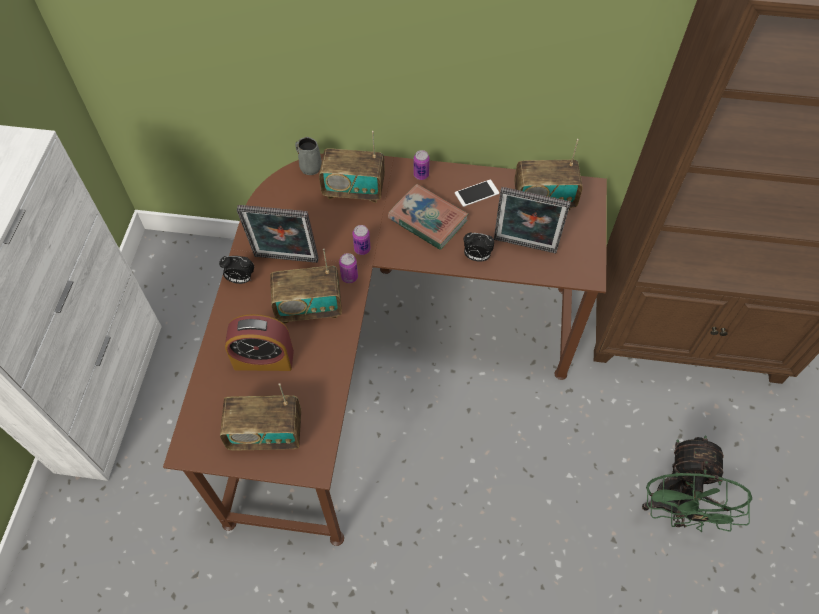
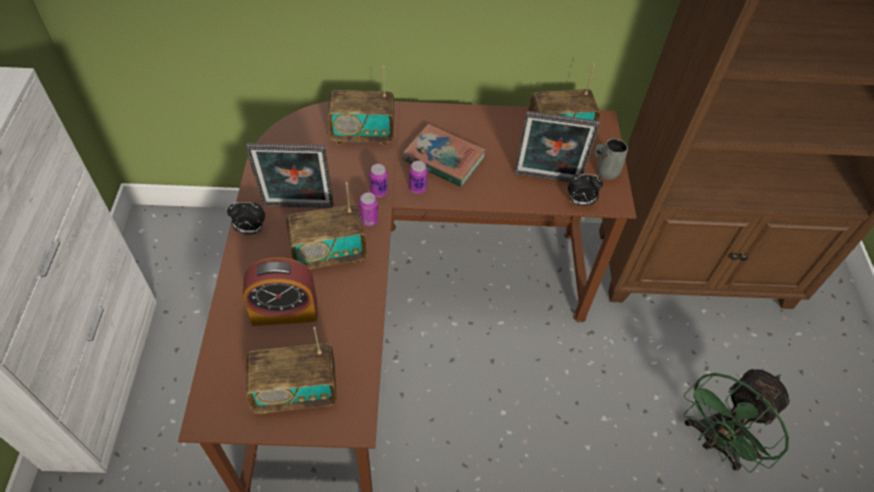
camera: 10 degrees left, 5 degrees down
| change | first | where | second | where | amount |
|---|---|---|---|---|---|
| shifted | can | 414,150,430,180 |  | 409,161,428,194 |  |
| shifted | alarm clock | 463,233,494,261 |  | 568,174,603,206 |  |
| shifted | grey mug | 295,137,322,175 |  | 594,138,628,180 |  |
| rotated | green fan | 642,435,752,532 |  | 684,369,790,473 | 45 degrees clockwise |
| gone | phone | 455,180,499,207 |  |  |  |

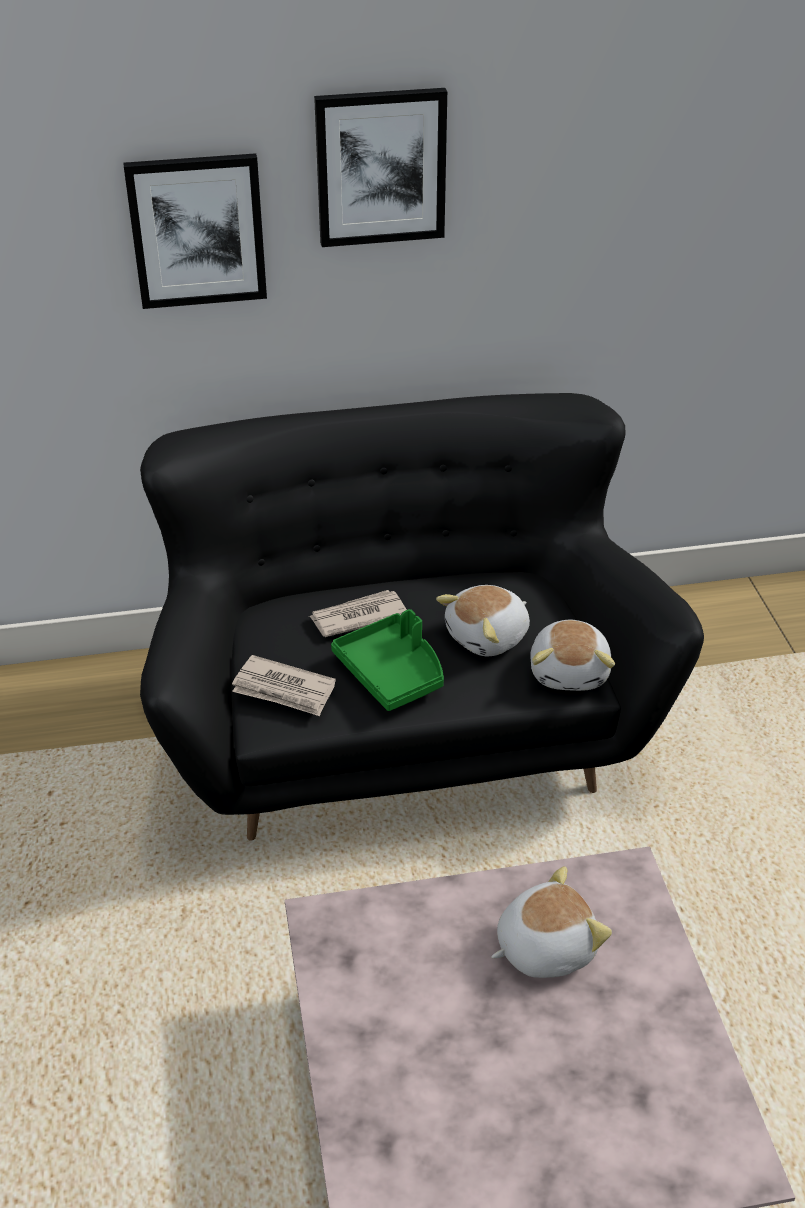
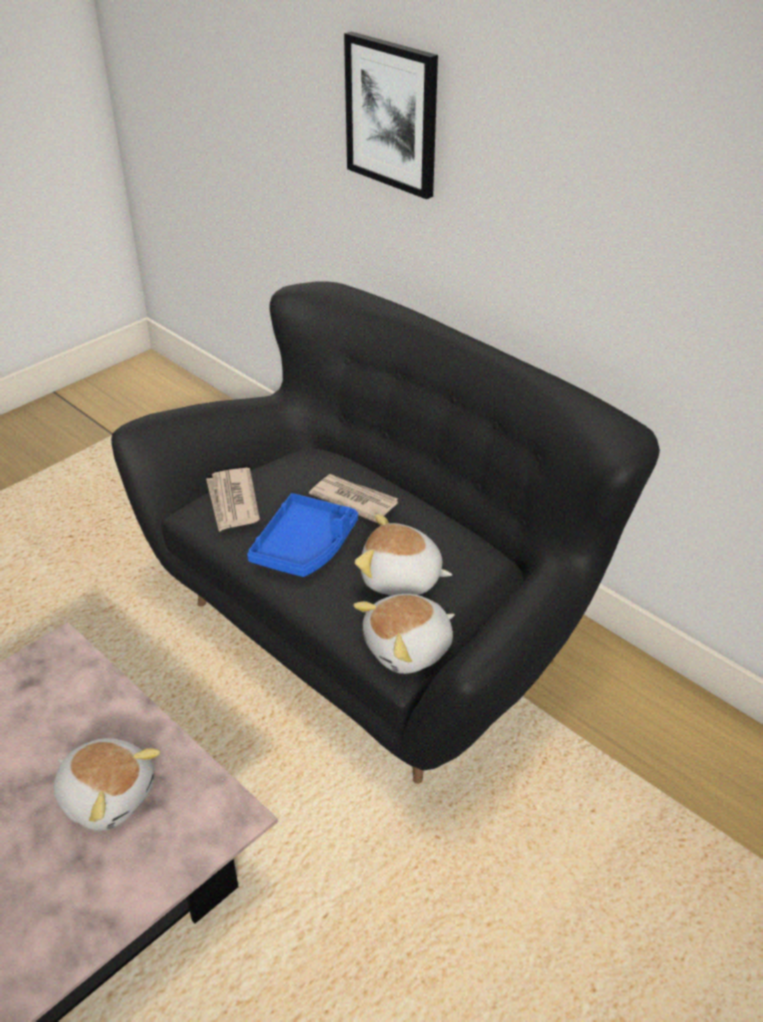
camera: 55 degrees right, 0 degrees up
| change | first | where | second | where | amount |
|---|---|---|---|---|---|
| repainted | green tray | 331,609,444,711 | blue tray | 247,493,358,577 |  |
| gone | picture | 314,88,447,247 |  |  |  |

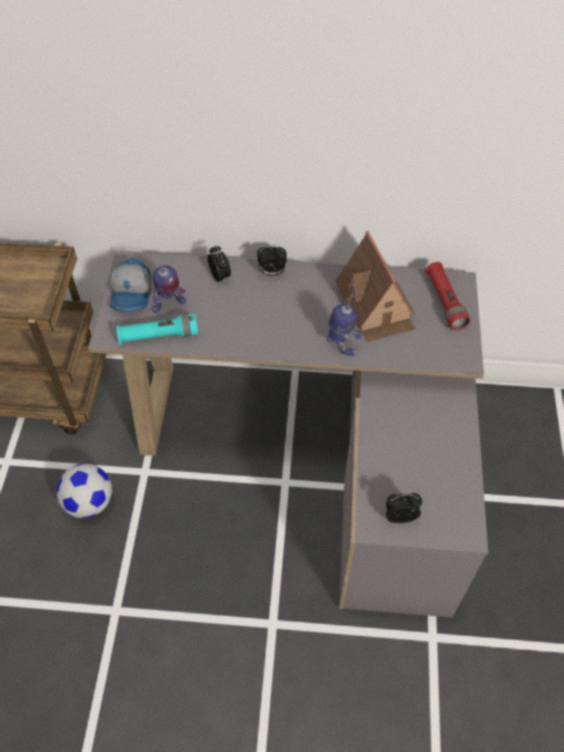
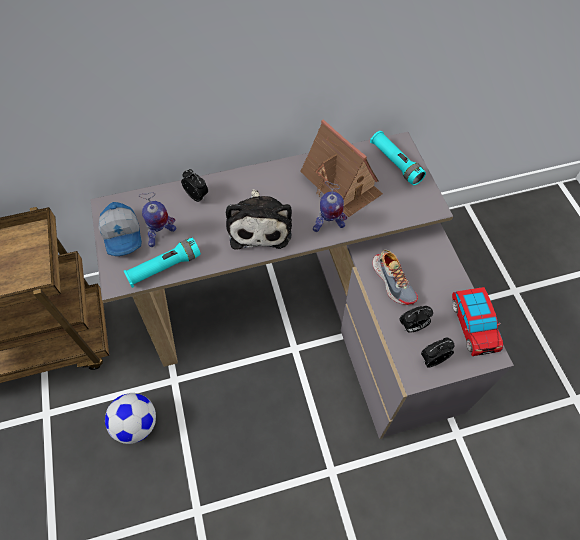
camera: 20 degrees left, 5 degrees up
| change | first | where | second | where | amount |
|---|---|---|---|---|---|
| new |  |  | plush toy | 226,189,292,250 |  |
| rotated | toy robot | 327,283,362,356 |  | 313,181,347,232 | 135 degrees clockwise |
| repainted | red flashlight | 425,262,470,330 | turquoise flashlight | 370,131,426,185 |  |
| new |  |  | shoe | 372,250,418,305 |  |
| shifted | alarm clock | 257,245,287,276 |  | 399,306,433,333 |  |
| new |  |  | toy car | 452,287,503,356 |  |

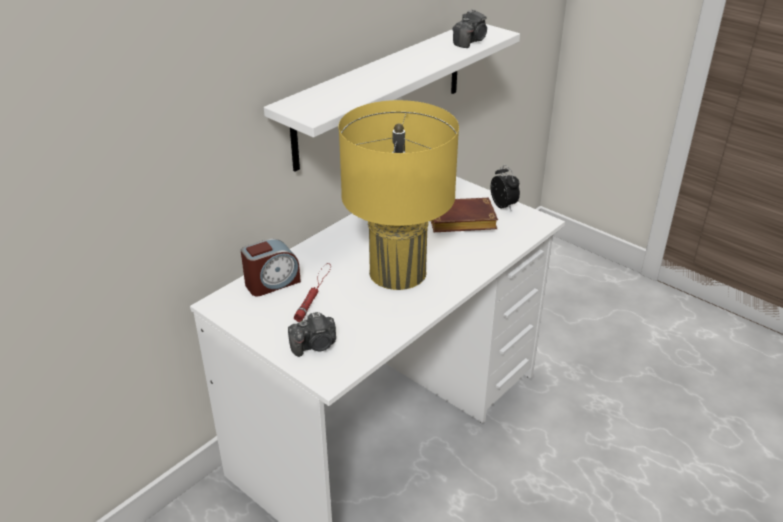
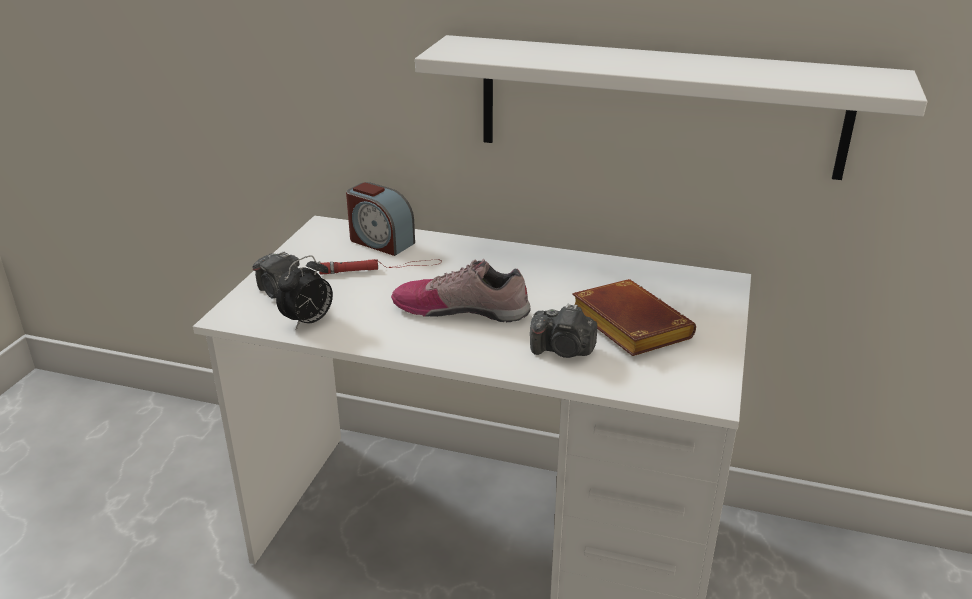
camera: 65 degrees right, 5 degrees down
| change | first | where | second | where | amount |
|---|---|---|---|---|---|
| shifted | alarm clock | 491,165,520,210 |  | 276,255,333,330 |  |
| swapped | yellow table lamp | 339,100,459,290 | shoe | 391,259,530,322 |  |
| shifted | photo camera | 453,10,487,48 |  | 530,304,597,358 |  |

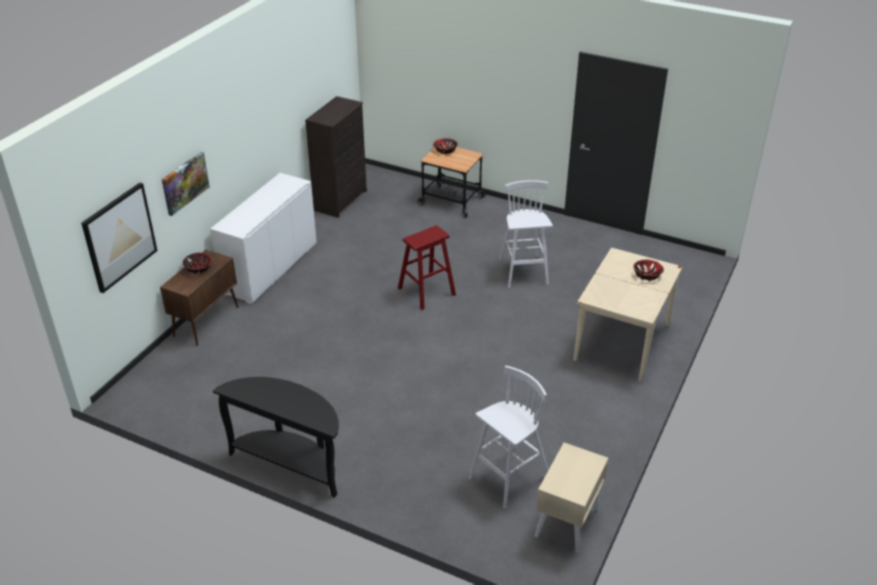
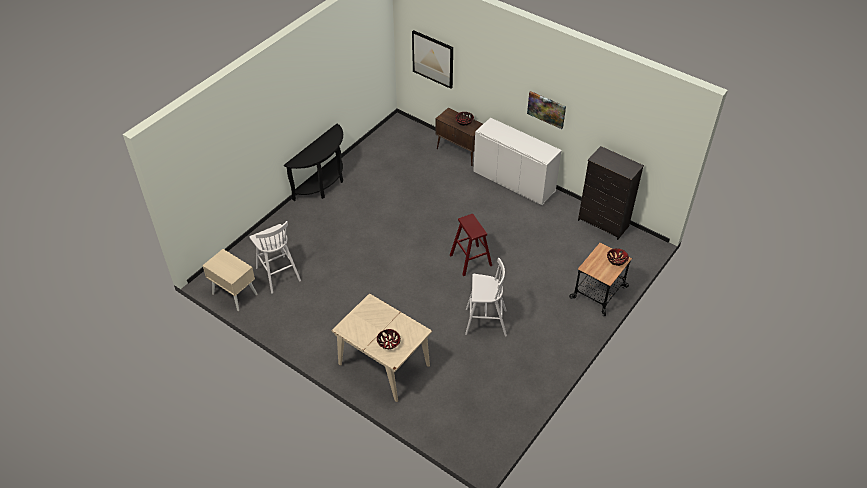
camera: 100 degrees right, 10 degrees up
| change | first | where | second | where | amount |
|---|---|---|---|---|---|
| shifted | picture | 162,152,210,216 |  | 527,91,566,129 |  |

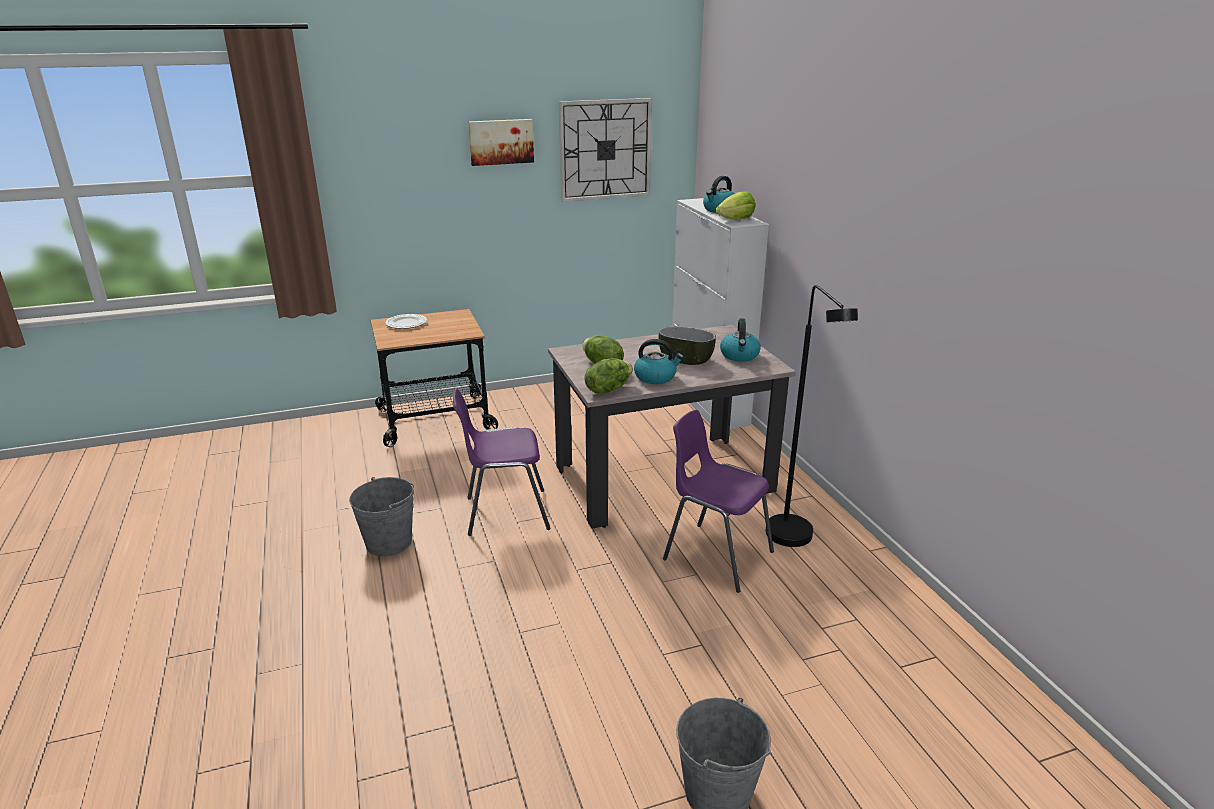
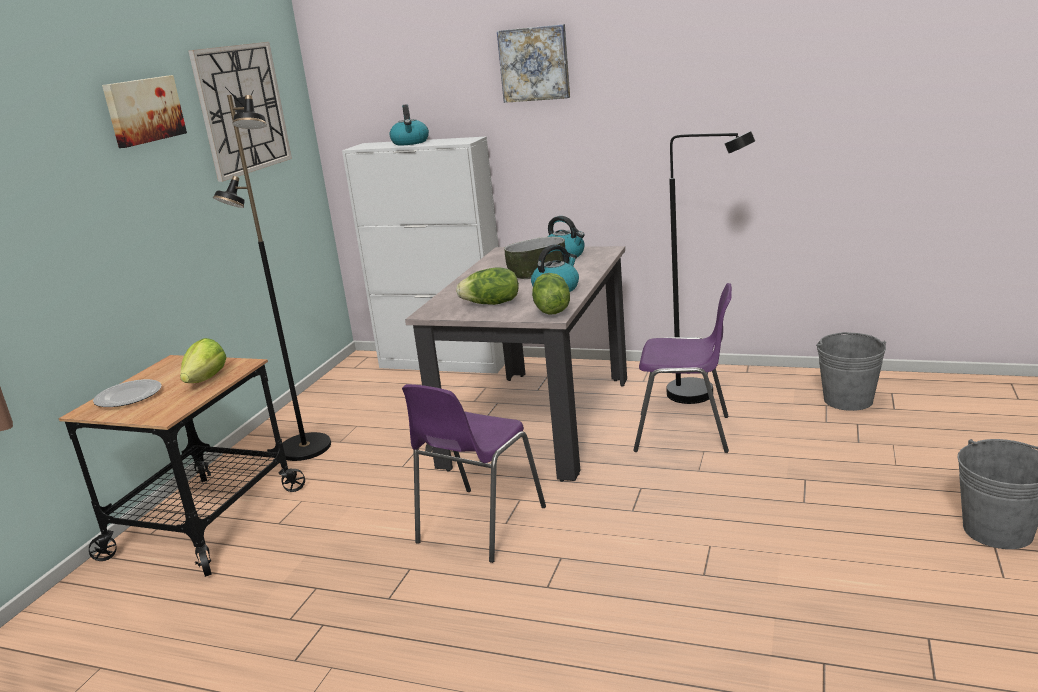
camera: 50 degrees left, 5 degrees down
| change | first | where | second | where | amount |
|---|---|---|---|---|---|
| shifted | lettuce | 716,191,755,219 |  | 180,338,226,383 |  |
| new |  |  | black floor lamp | 213,95,331,461 |  |
| new |  |  | picture | 497,24,570,103 |  |
| rotated | purple chair | 663,410,774,593 |  | 633,283,732,453 | 150 degrees counterclockwise |
| shifted | grey bucket | 349,477,414,556 |  | 816,332,886,411 |  |

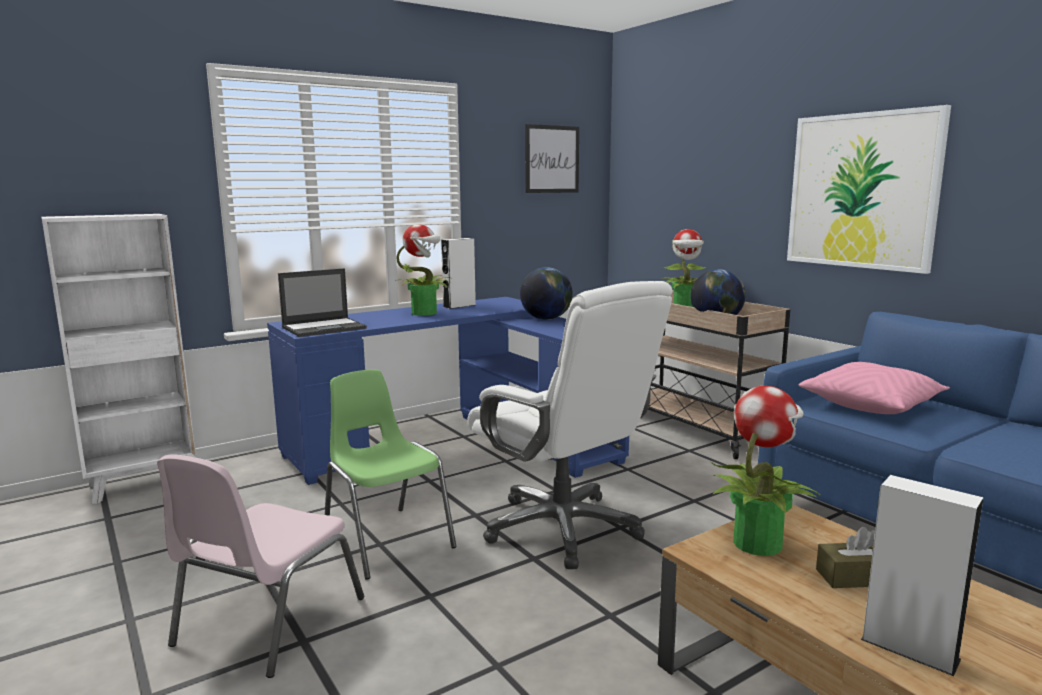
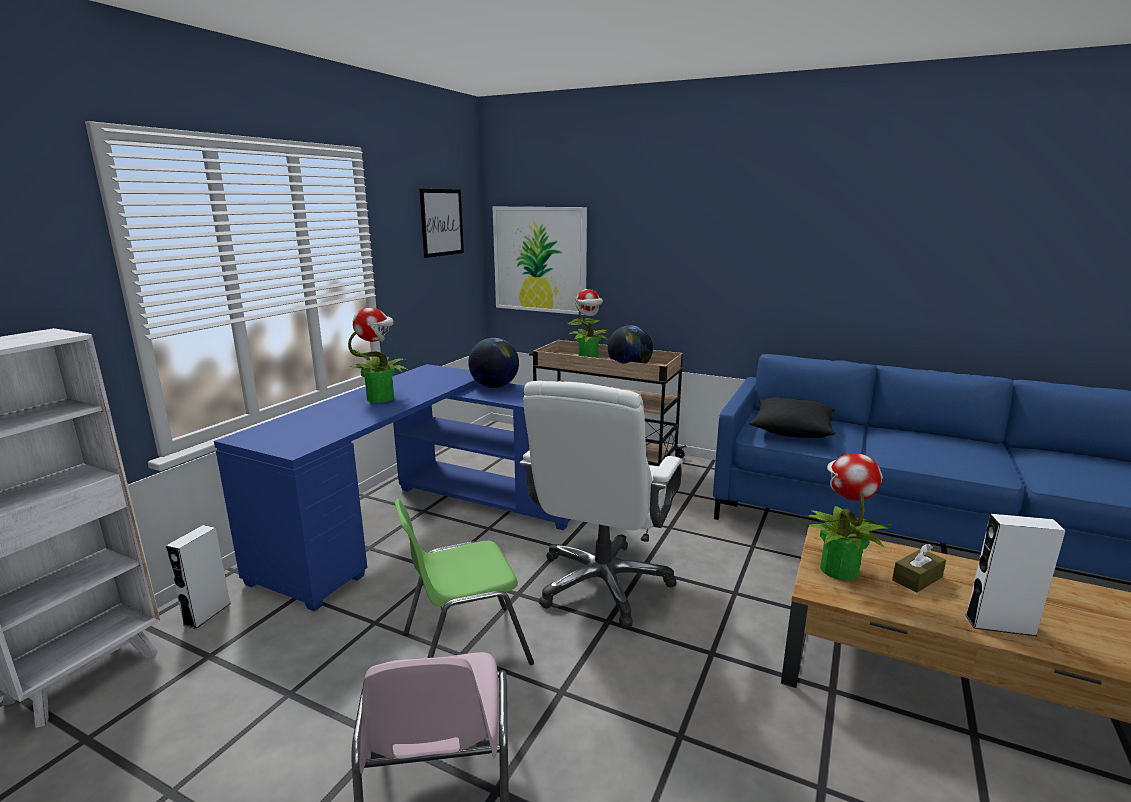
camera: 30 degrees left, 5 degrees up
| change | first | where | second | where | amount |
|---|---|---|---|---|---|
| shifted | white speaker | 441,238,476,309 |  | 166,525,231,629 |  |
| rotated | green chair | 325,370,457,580 |  | 394,499,534,665 | 45 degrees counterclockwise |
| shifted | picture | 787,105,951,274 |  | 493,207,587,315 |  |
| rotated | white office chair | 467,281,673,569 |  | 520,381,683,628 | 90 degrees clockwise |
| repainted | pink pillow | 798,362,950,414 | black pillow | 749,397,835,438 |  |
| gone | laptop | 278,268,367,337 |  |  |  |

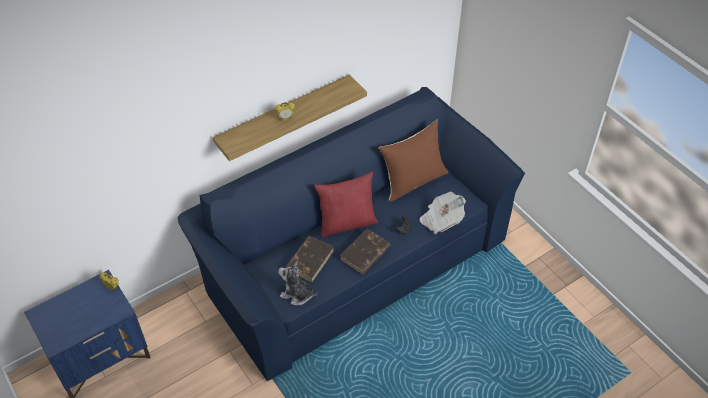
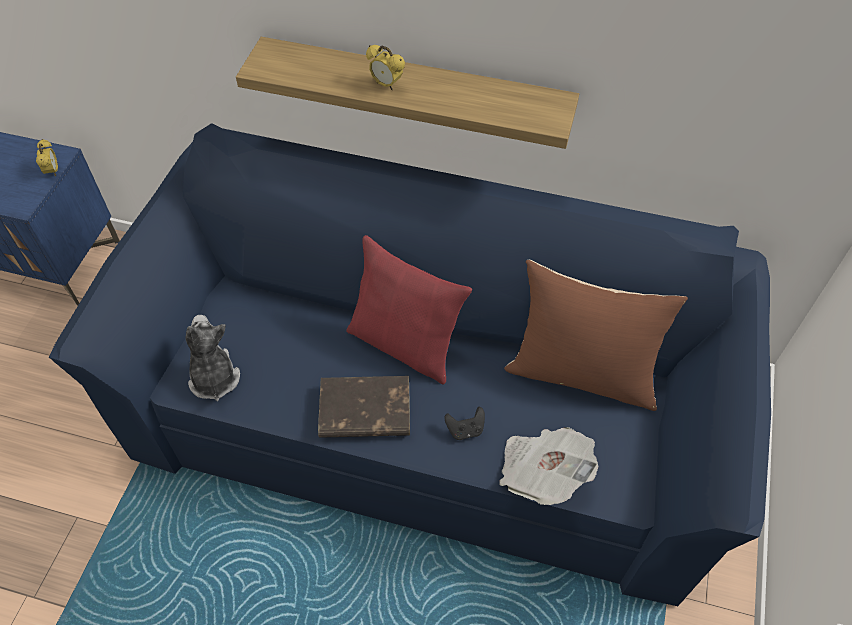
camera: 50 degrees right, 5 degrees up
| change | first | where | second | where | amount |
|---|---|---|---|---|---|
| gone | brown book | 285,236,334,282 |  |  |  |

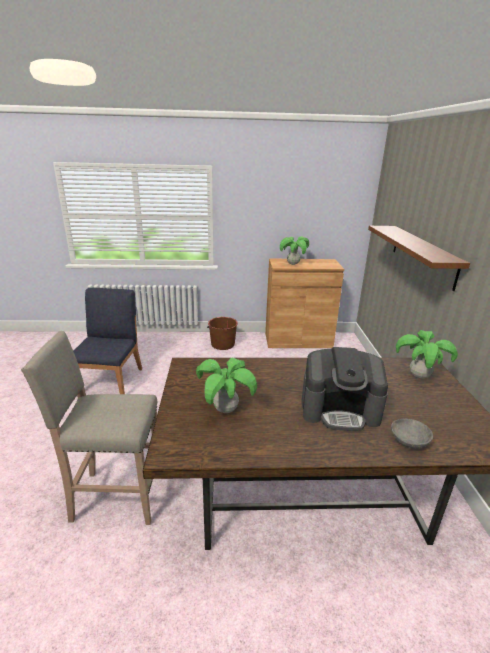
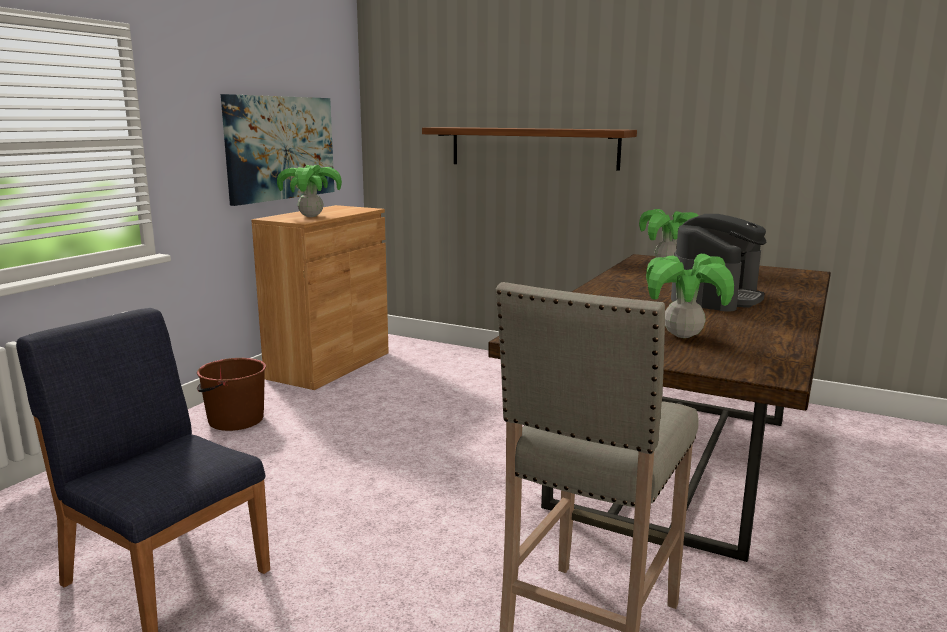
camera: 60 degrees left, 10 degrees down
| change | first | where | second | where | amount |
|---|---|---|---|---|---|
| new |  |  | picture | 221,94,335,206 |  |
| gone | grey bowl | 391,419,433,449 |  |  |  |

